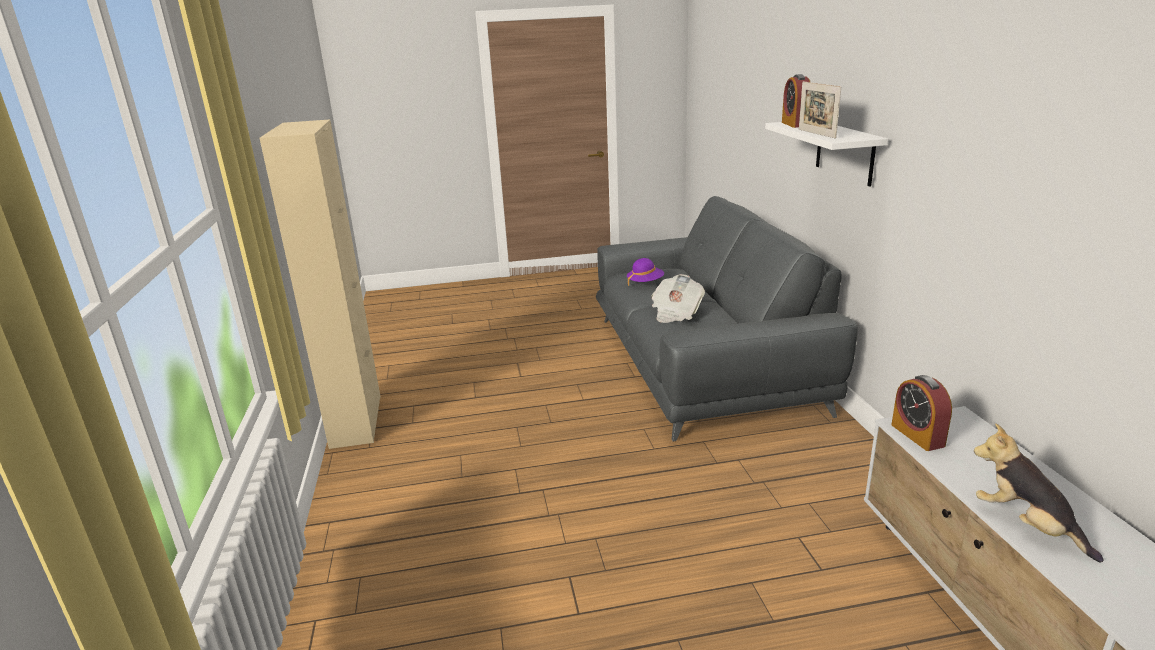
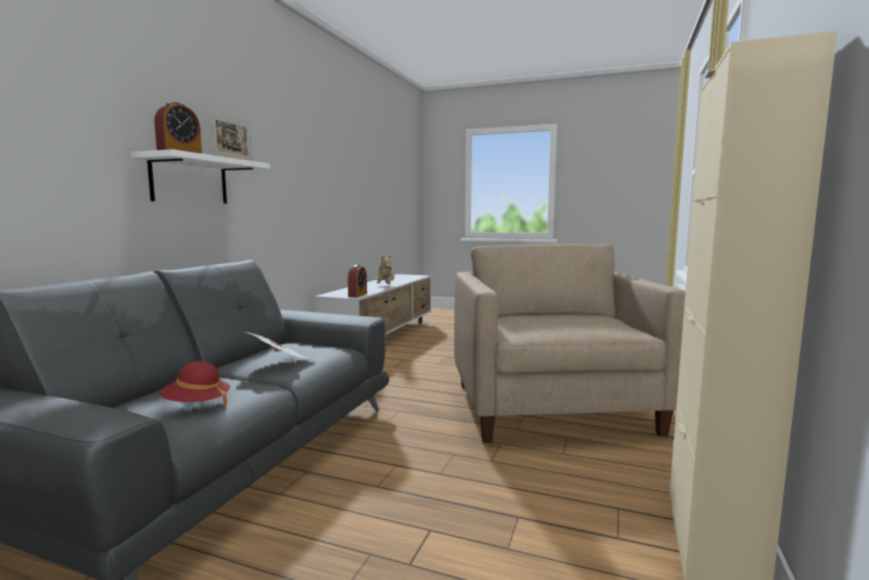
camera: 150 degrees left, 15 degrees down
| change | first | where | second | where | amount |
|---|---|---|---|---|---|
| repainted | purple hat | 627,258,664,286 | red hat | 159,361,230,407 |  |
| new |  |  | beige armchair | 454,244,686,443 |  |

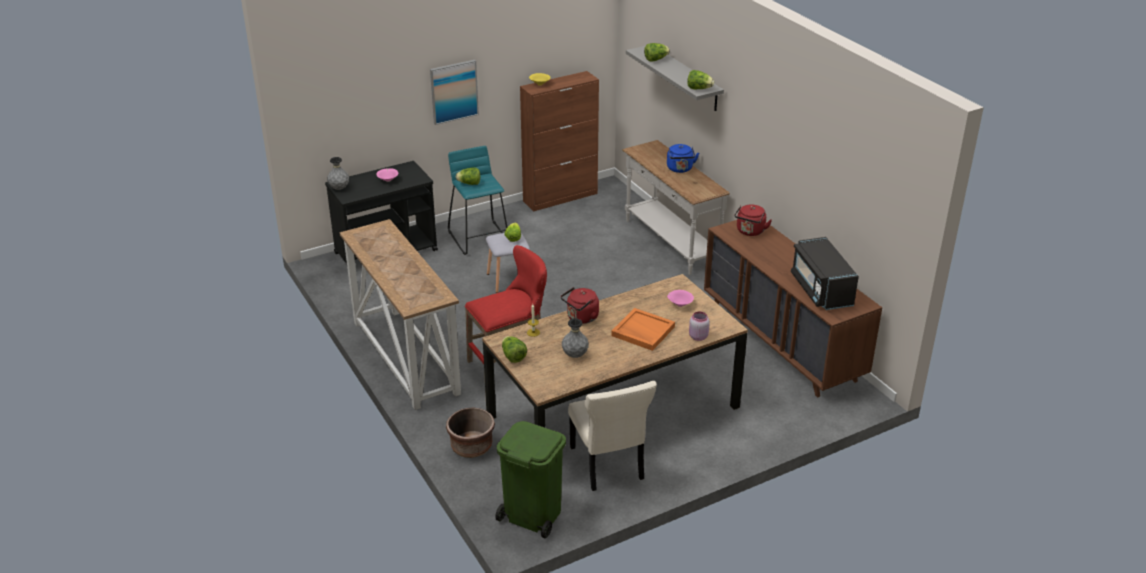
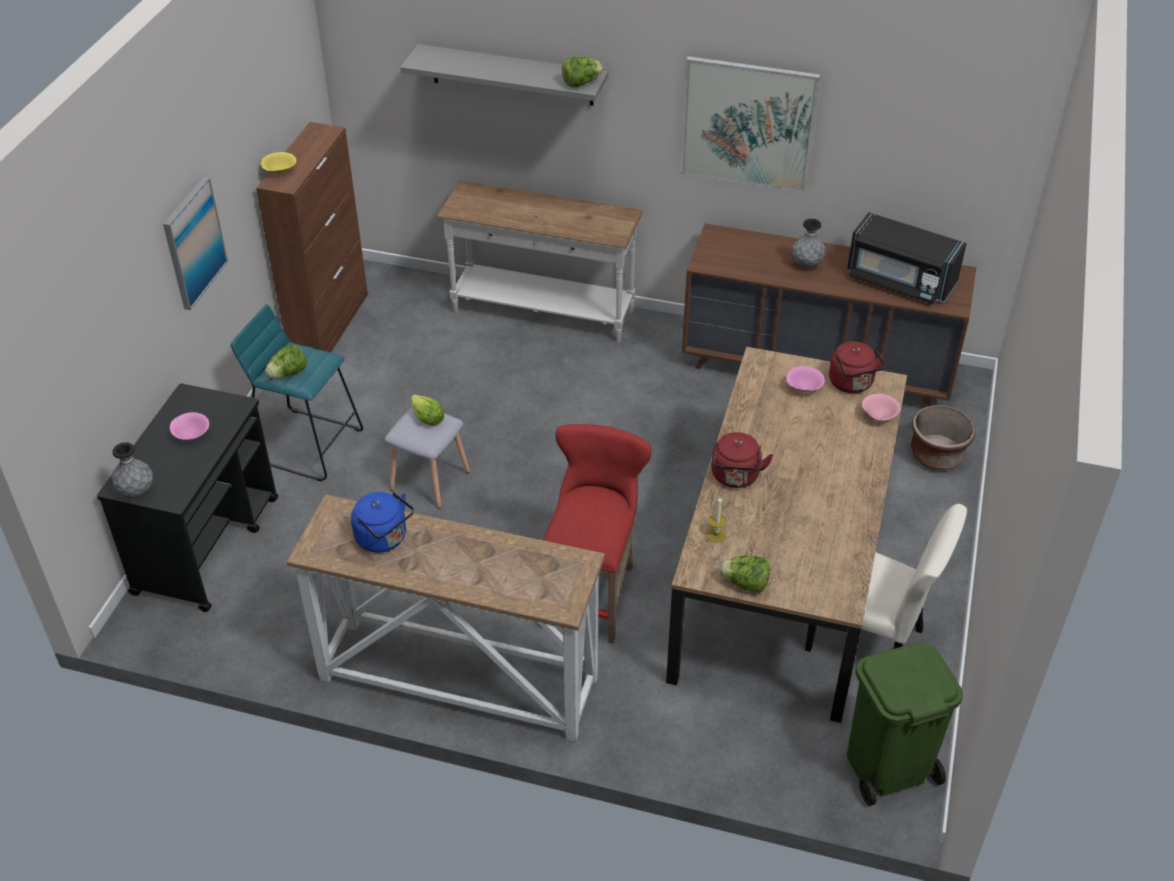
camera: 45 degrees left, 10 degrees up
| change | first | where | second | where | amount |
|---|---|---|---|---|---|
| shifted | blue kettle | 667,144,699,173 |  | 351,492,414,553 |  |
| new |  |  | picture | 680,56,821,193 |  |
| shifted | grey vase | 562,318,589,358 |  | 792,219,826,268 |  |
| shifted | red kettle | 734,204,772,236 |  | 829,341,885,393 |  |
| swapped | pink jar | 689,311,710,341 | pink bowl | 862,394,901,421 |  |
| shifted | brown planter | 446,408,495,458 |  | 911,405,975,470 |  |
| gone | orange tray | 611,308,675,351 |  |  |  |
| gone | lettuce | 644,43,670,61 |  |  |  |

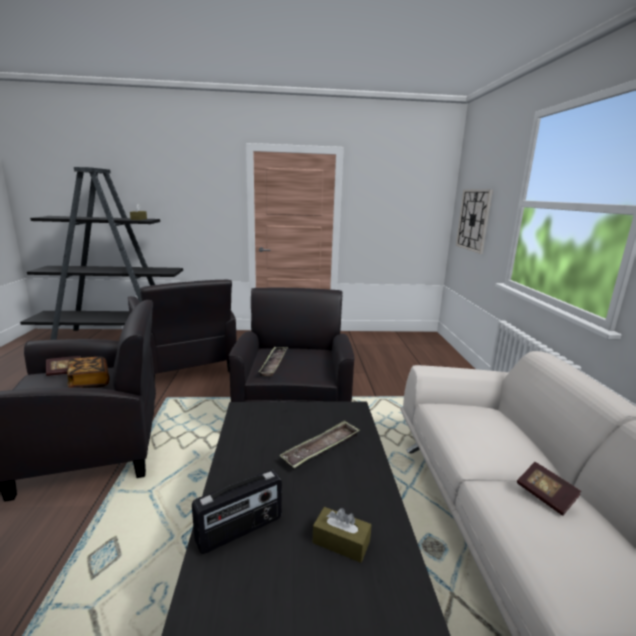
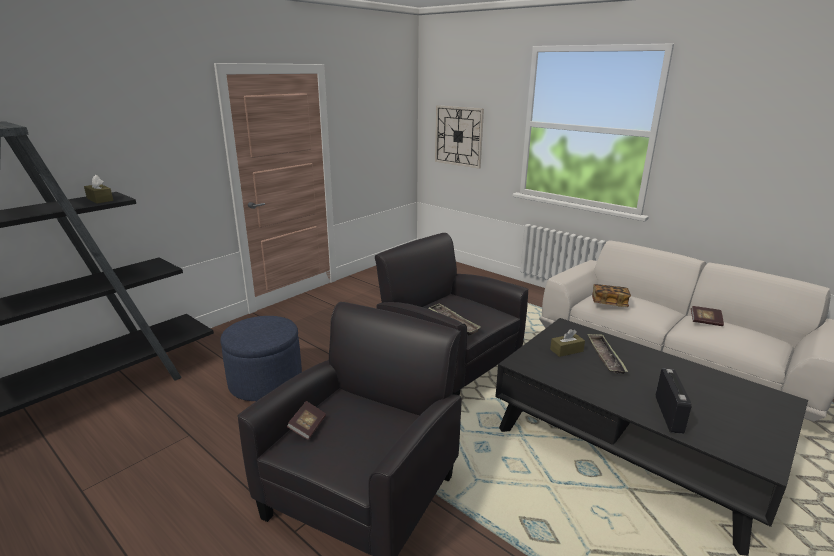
camera: 45 degrees left, 5 degrees up
| change | first | where | second | where | amount |
|---|---|---|---|---|---|
| swapped | black armchair | 127,280,237,377 | blue ottoman | 220,316,302,401 |  |
| shifted | brown tissue box | 313,507,372,563 |  | 550,329,585,357 |  |
| shifted | book | 67,357,110,388 |  | 592,284,631,307 |  |

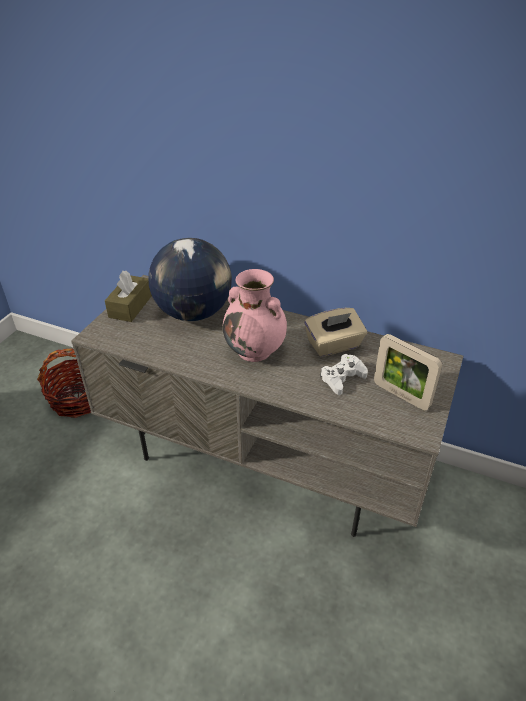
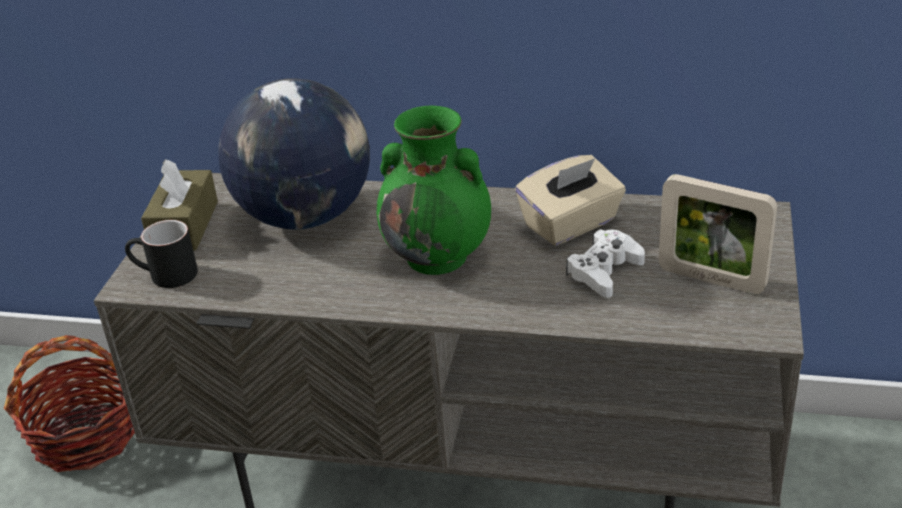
camera: 10 degrees left, 5 degrees down
| change | first | where | second | where | amount |
|---|---|---|---|---|---|
| new |  |  | black mug | 125,220,198,288 |  |
| repainted | pink vase | 223,269,287,362 | green vase | 377,106,491,275 |  |

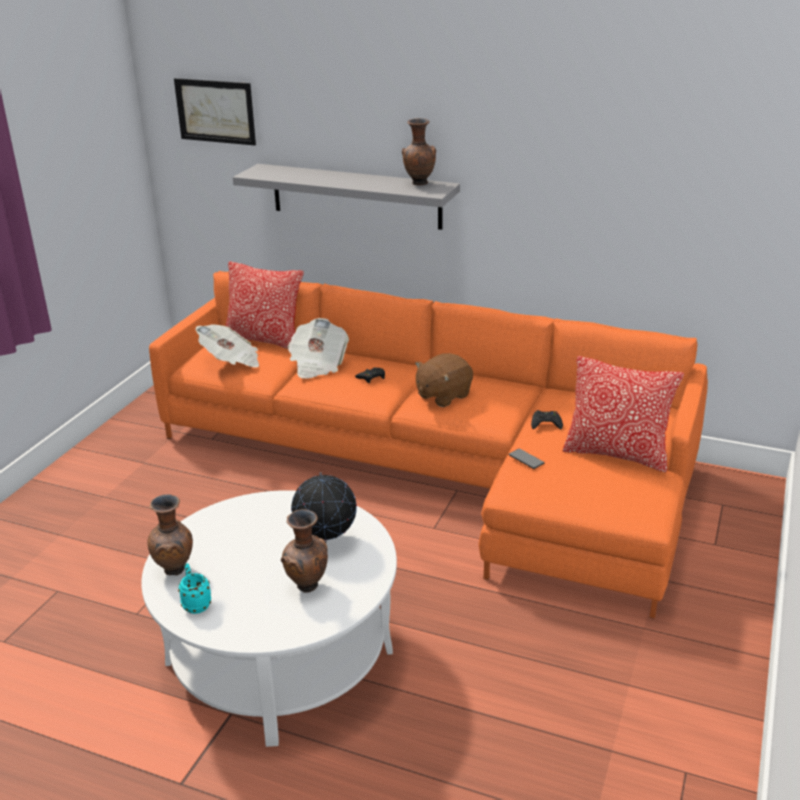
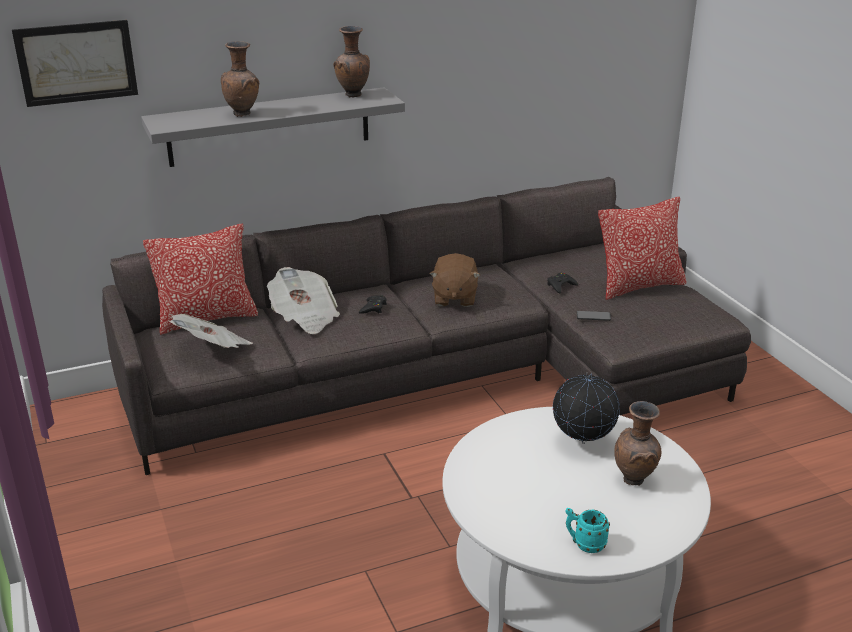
camera: 45 degrees left, 0 degrees up
| change | first | where | second | where | amount |
|---|---|---|---|---|---|
| repainted | orange sofa | 149,271,708,619 | grey sofa | 102,177,751,475 |  |
| shifted | brown vase | 147,494,193,576 |  | 221,41,259,117 |  |

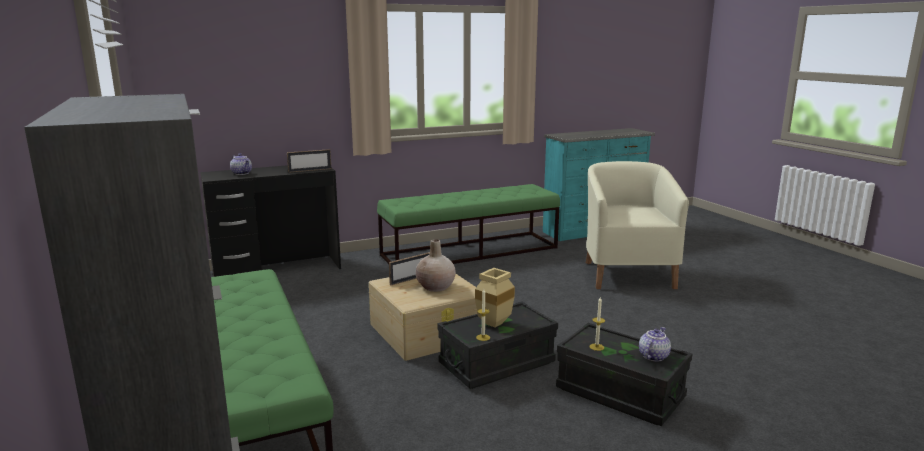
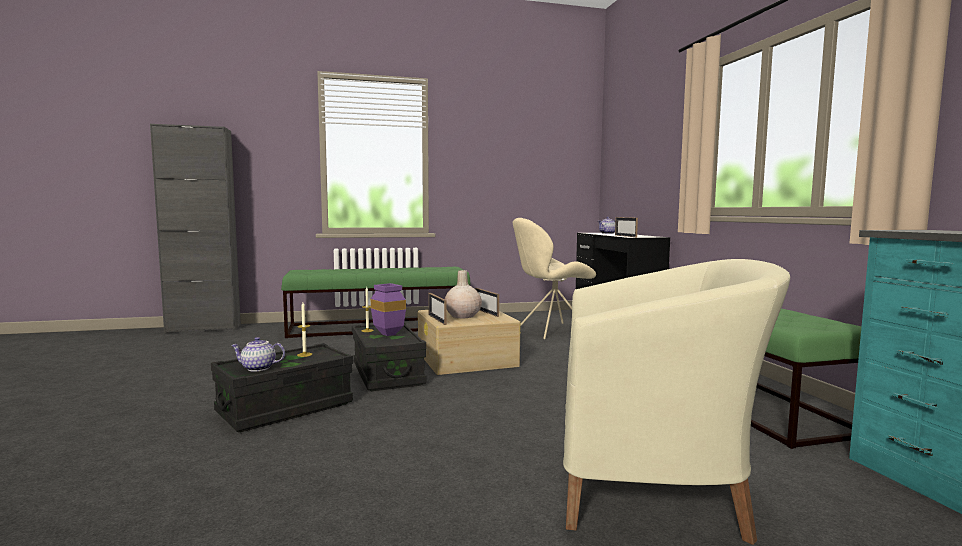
camera: 100 degrees right, 10 degrees down
| change | first | where | second | where | amount |
|---|---|---|---|---|---|
| rotated | teapot | 639,327,671,361 |  | 231,337,285,371 | 135 degrees clockwise |
| repainted | beige vase | 475,268,515,327 | purple vase | 371,283,406,336 |  |
| new |  |  | picture frame | 428,293,447,325 |  |
| new |  |  | beige chair | 513,218,596,339 |  |

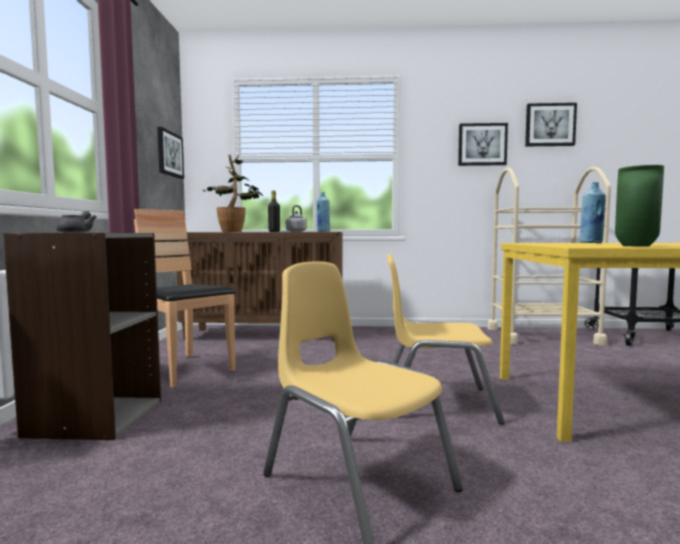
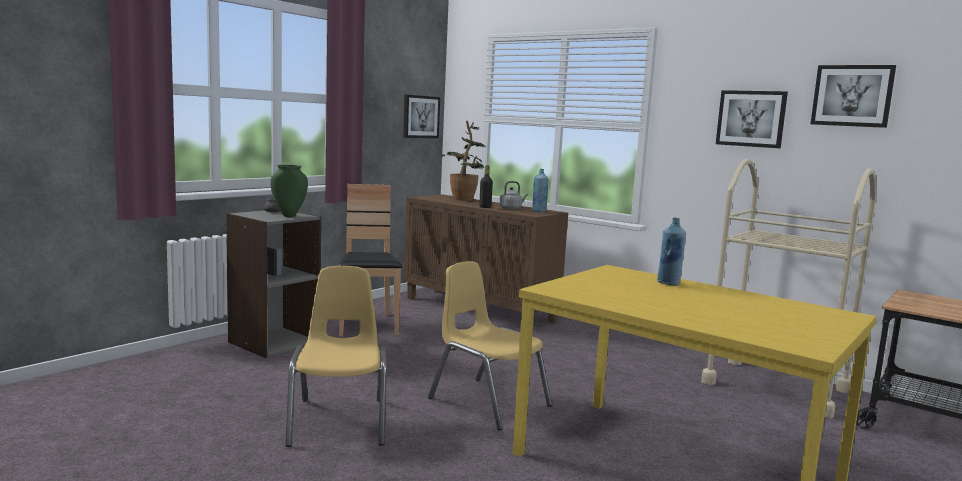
camera: 35 degrees right, 5 degrees up
| change | first | where | second | where | amount |
|---|---|---|---|---|---|
| shifted | green vase | 615,165,664,247 |  | 271,165,308,217 |  |

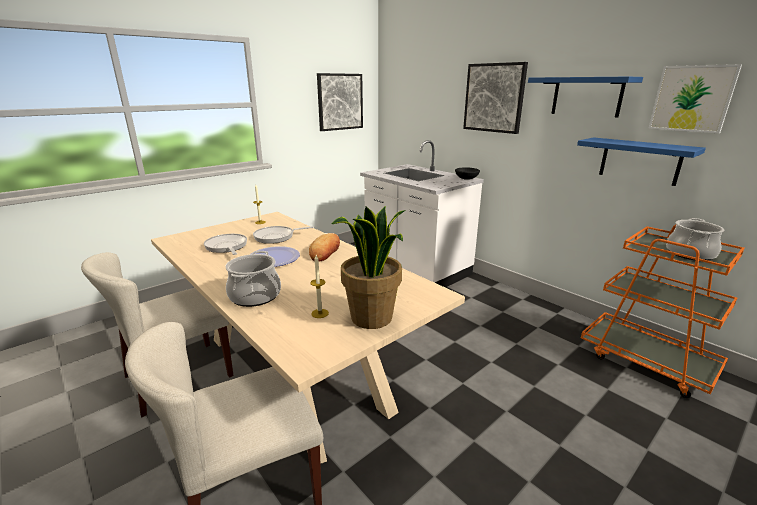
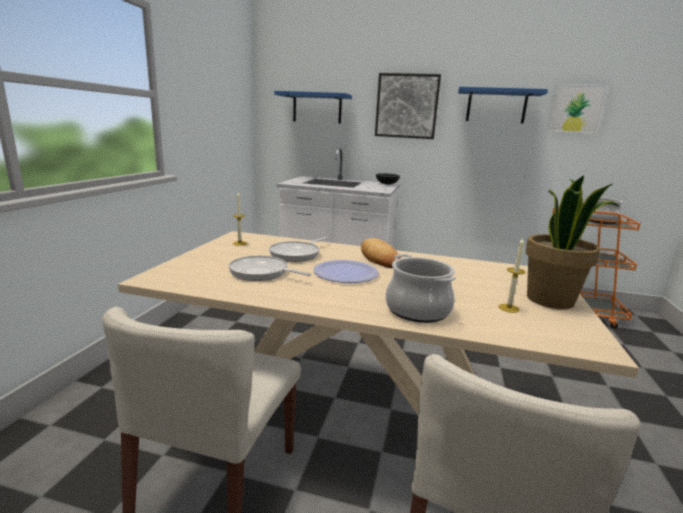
camera: 35 degrees left, 5 degrees down
| change | first | where | second | where | amount |
|---|---|---|---|---|---|
| shifted | blue shelf | 577,137,706,186 |  | 274,91,352,124 |  |
| gone | picture | 317,73,363,131 |  |  |  |

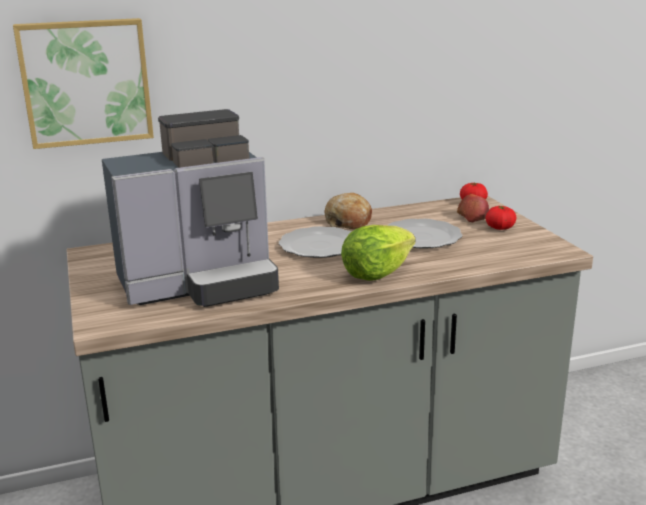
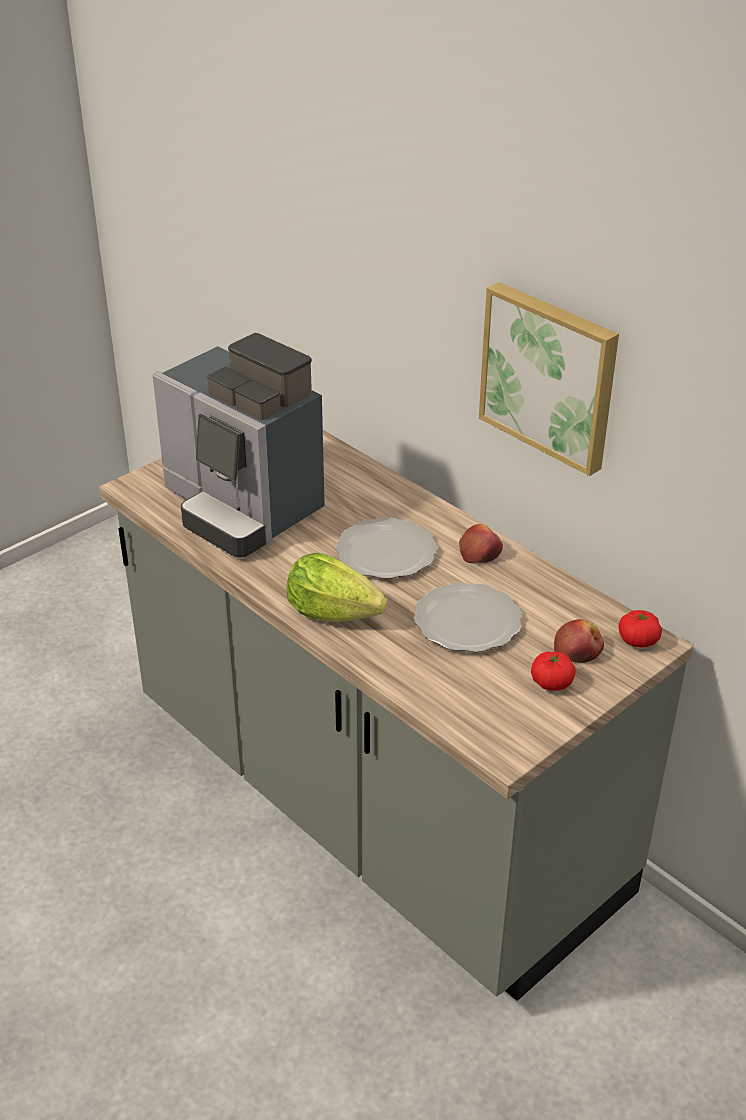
camera: 65 degrees right, 15 degrees up
| change | first | where | second | where | amount |
|---|---|---|---|---|---|
| swapped | bread | 325,193,372,229 | apple | 459,524,503,563 |  |
| shifted | picture | 13,18,154,149 |  | 479,282,619,476 |  |

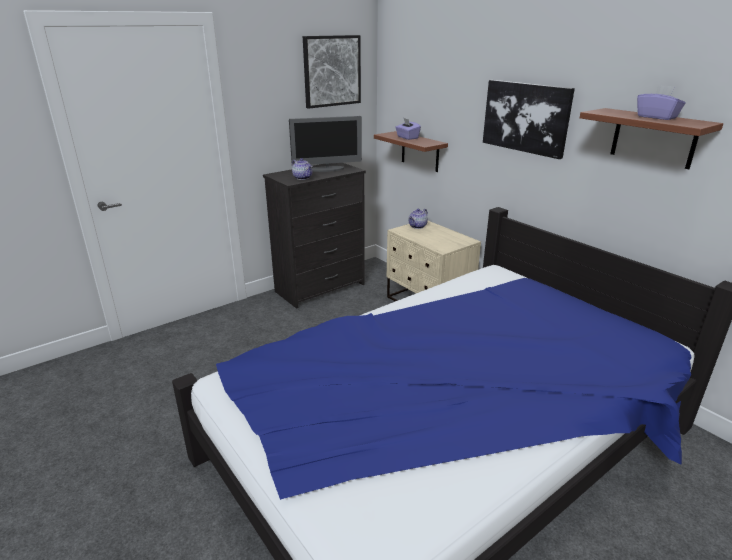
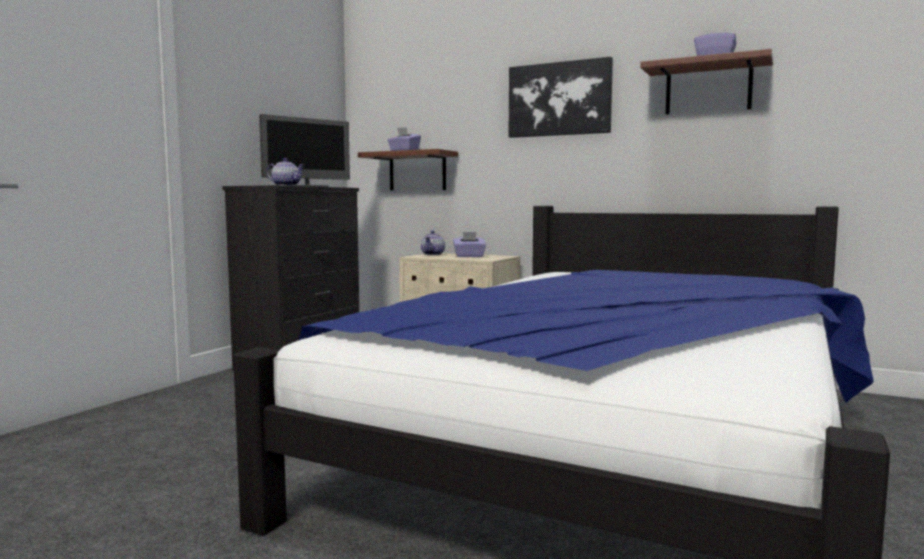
camera: 25 degrees left, 20 degrees down
| change | first | where | second | where | amount |
|---|---|---|---|---|---|
| new |  |  | purple tissue box | 453,232,486,257 |  |
| gone | picture | 303,35,361,109 |  |  |  |

